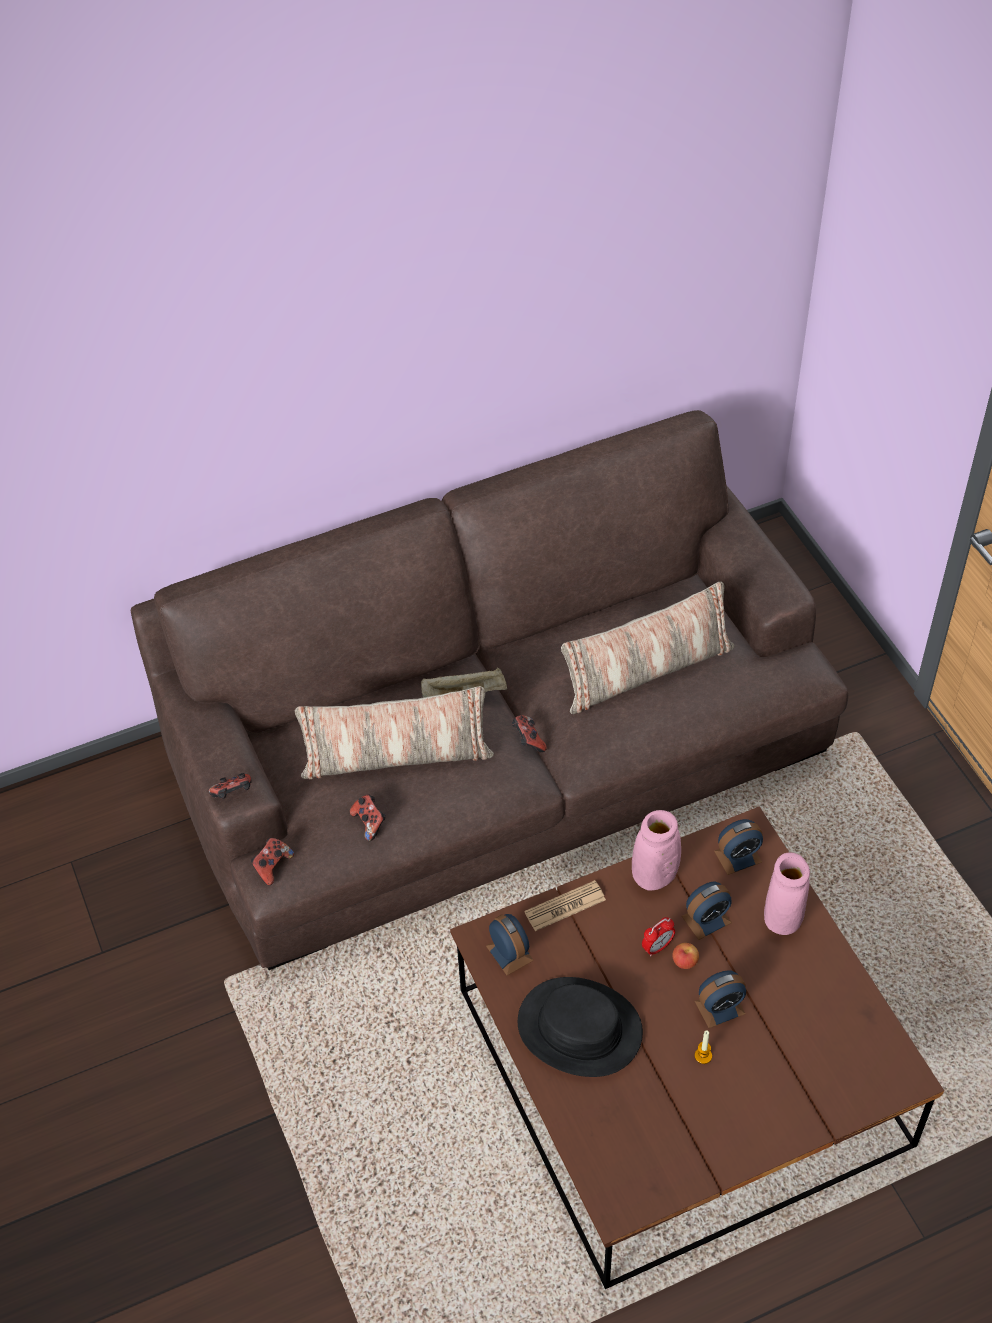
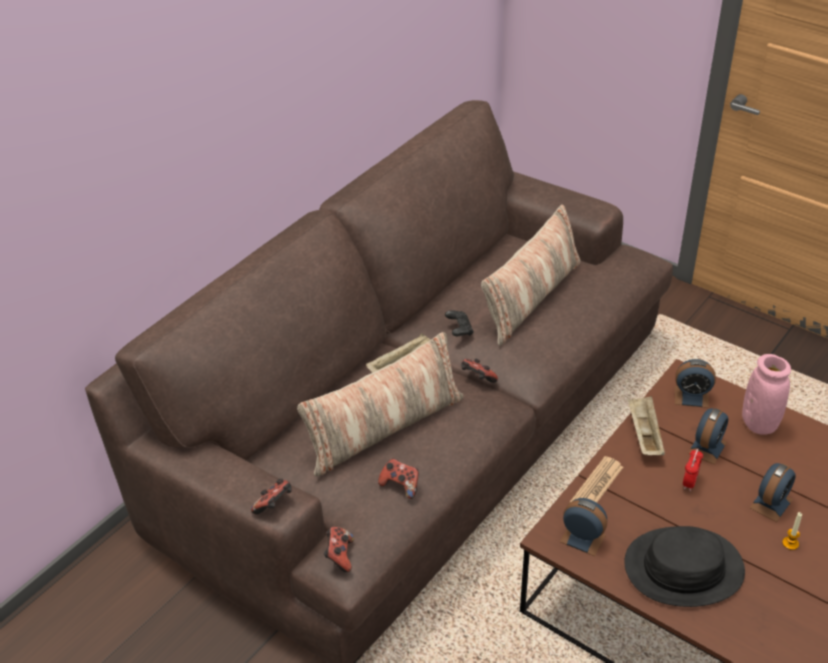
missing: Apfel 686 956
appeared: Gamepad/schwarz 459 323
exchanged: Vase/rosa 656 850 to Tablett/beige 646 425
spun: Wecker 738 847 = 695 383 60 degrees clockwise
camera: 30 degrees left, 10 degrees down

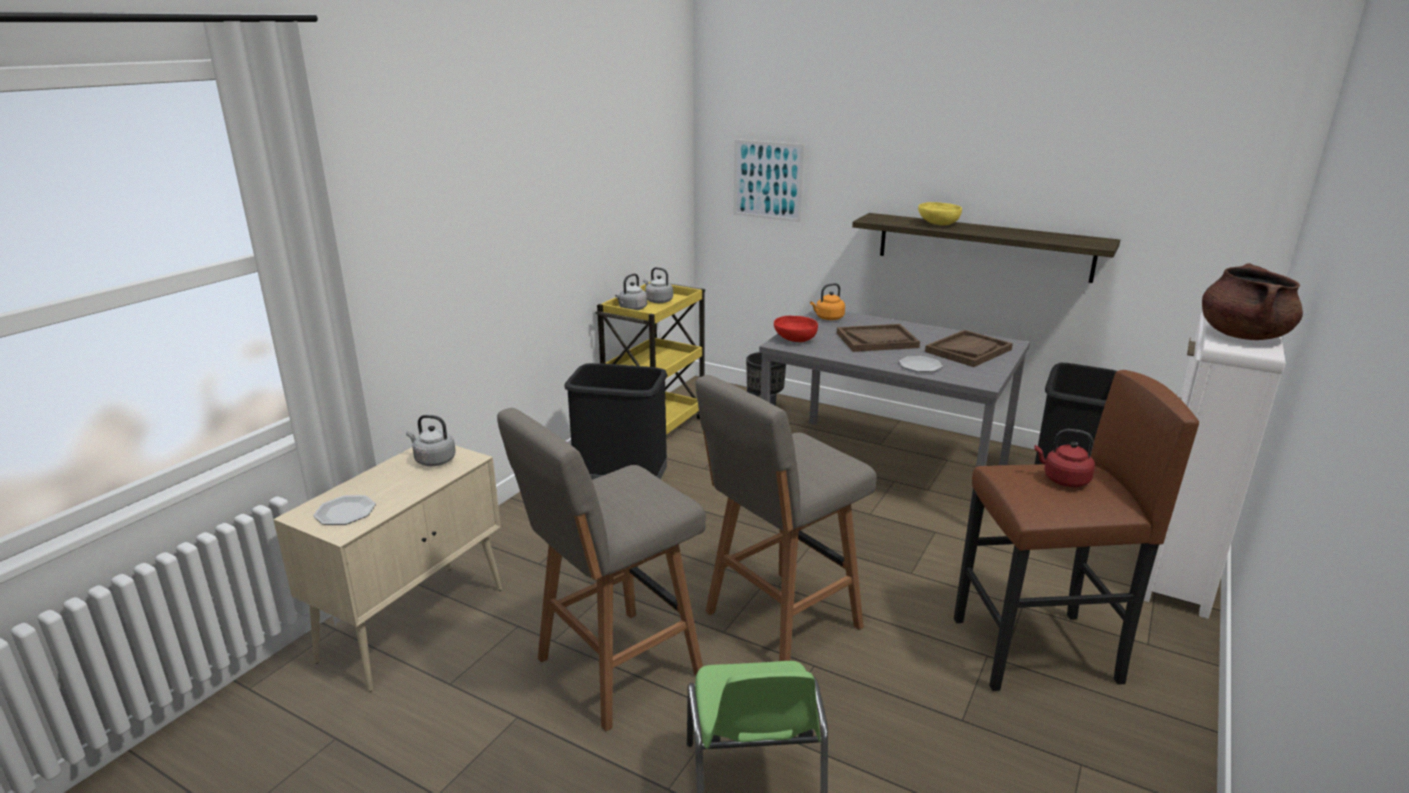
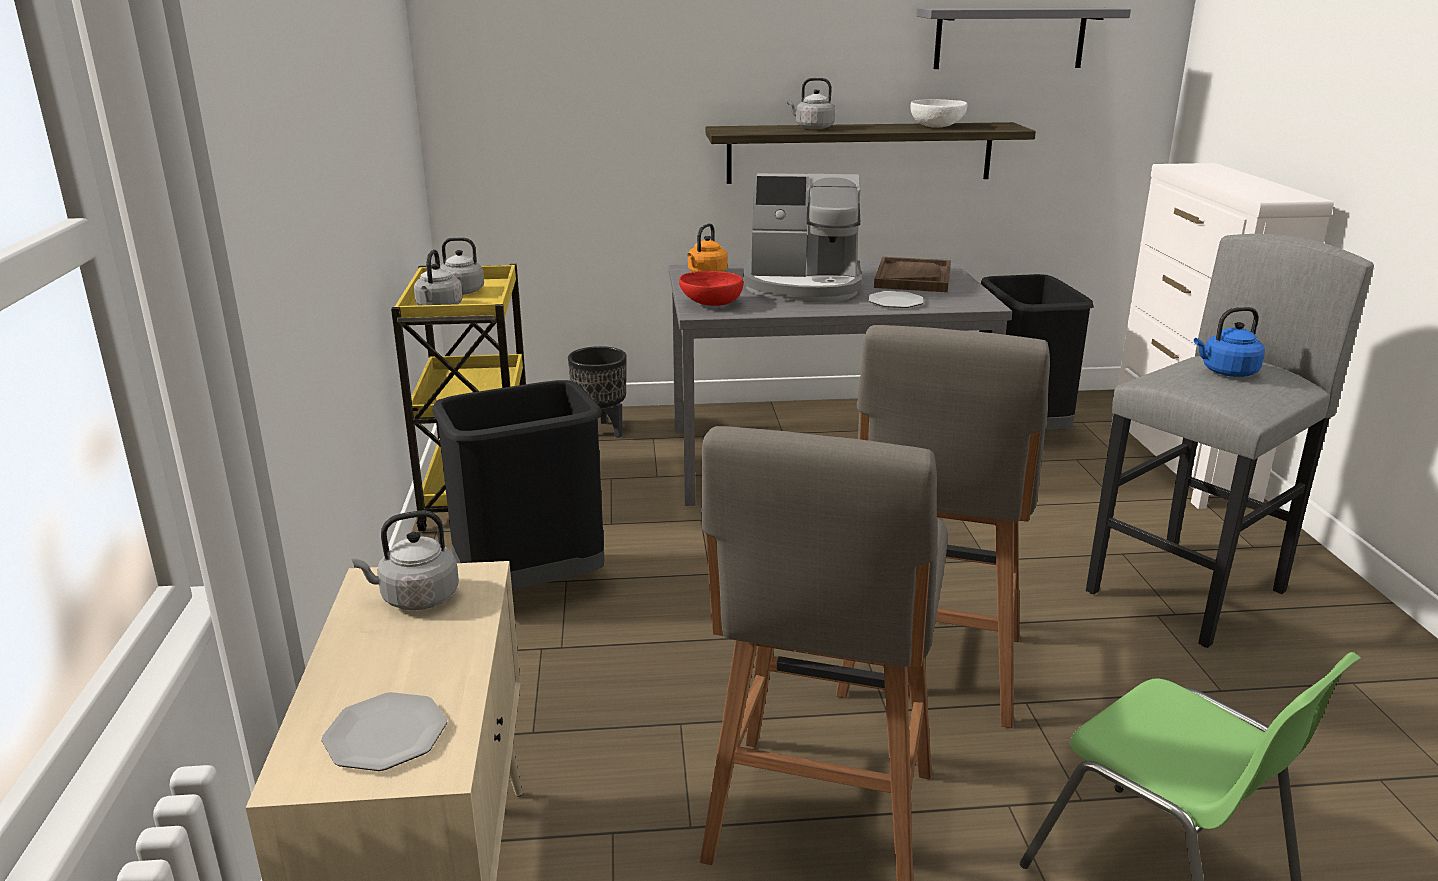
missing: Bild 769 180; Kochtopf/braun 1252 301
appeared: Schüssel/weiß 939 113; Wandregal/grau 1023 38
exchanged: Tablett/braun 878 338 to Kaffeemaschine 802 237; Schüssel/gelb 940 213 to Wasserkessel/grau 811 103
colour: Hocker/braun 1076 530 to Hocker/grau 1230 441; Wasserkessel/rot 1064 458 to Wasserkessel/blau 1229 342
camera: 35 degrees left, 0 degrees up

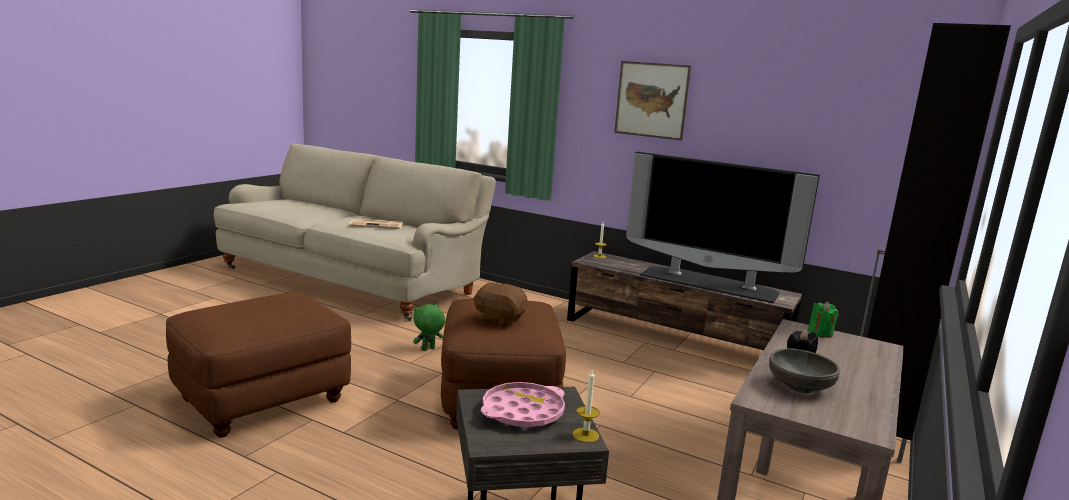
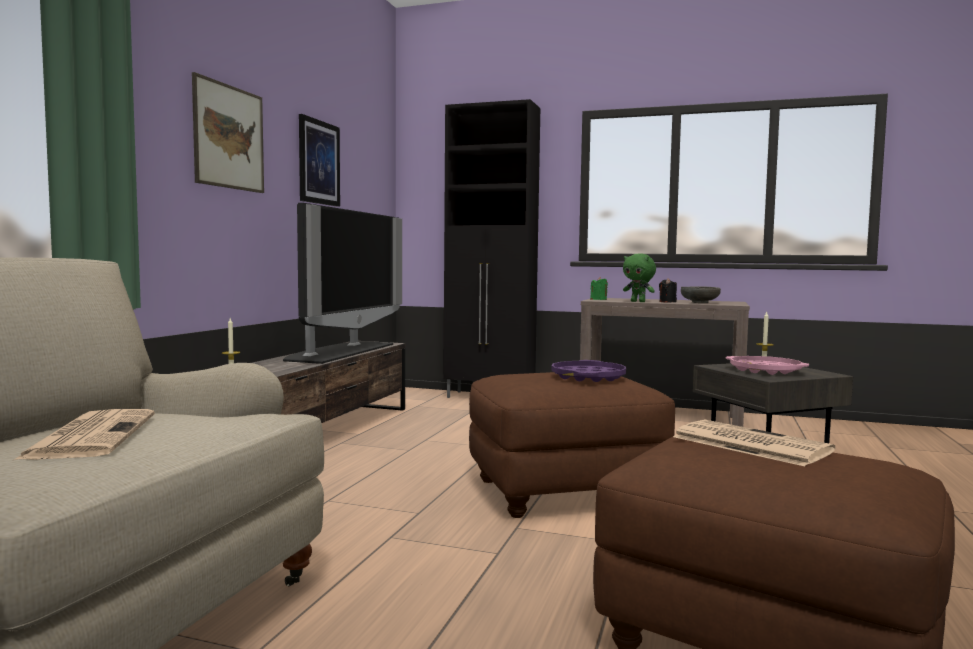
appeared: Bild 319 160; Zeitung 754 443
relocated: Plüschtier/grün 429 327 to 639 277
exchanged: Plüschtier/braun 500 305 to Tablett/lila 588 371
camera: 100 degrees left, 10 degrees down

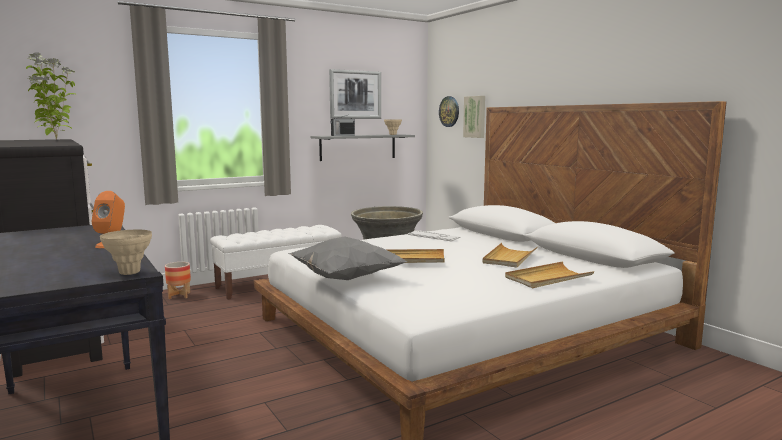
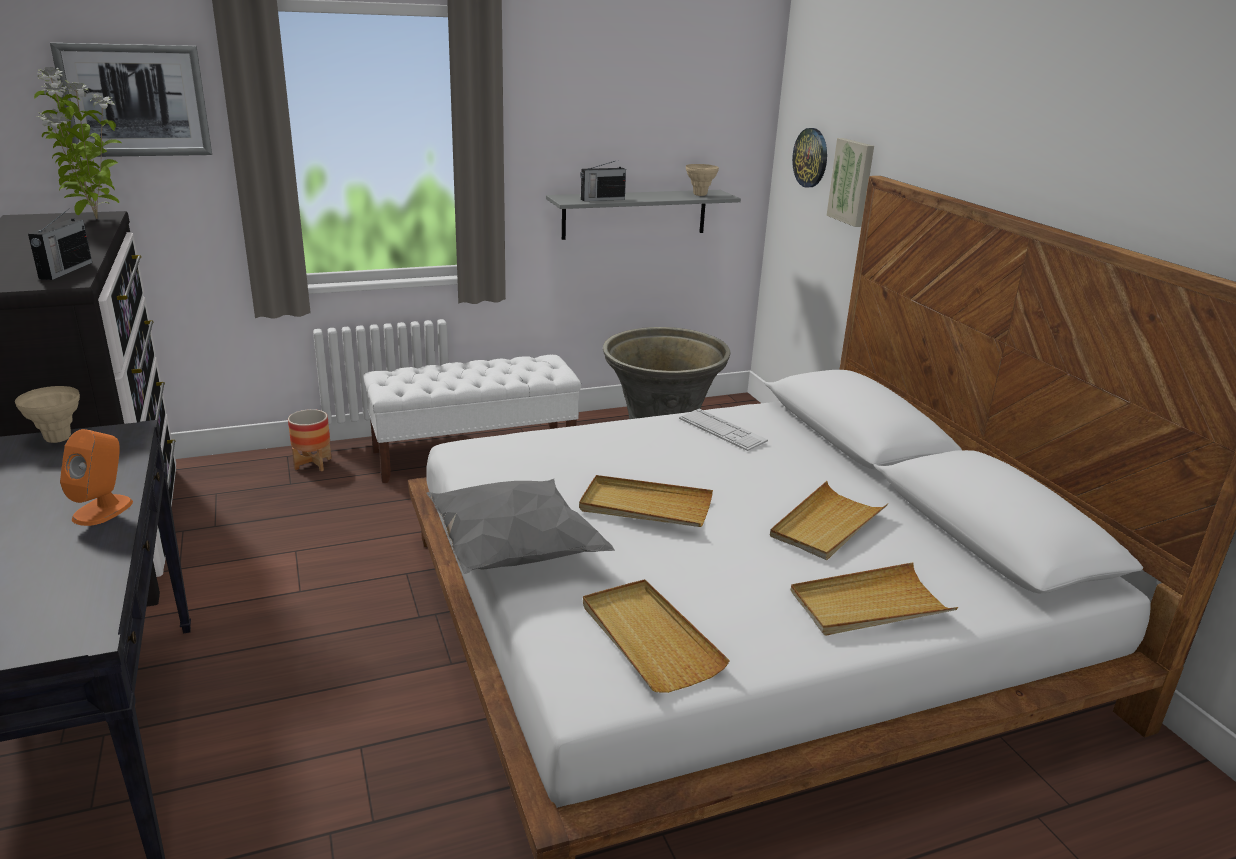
appeared: Radio 60 245; Tablett/beige 656 636
relocated: Vase/beige 126 252 to 47 414; Bild 355 94 to 131 100
camera: 10 degrees right, 15 degrees up

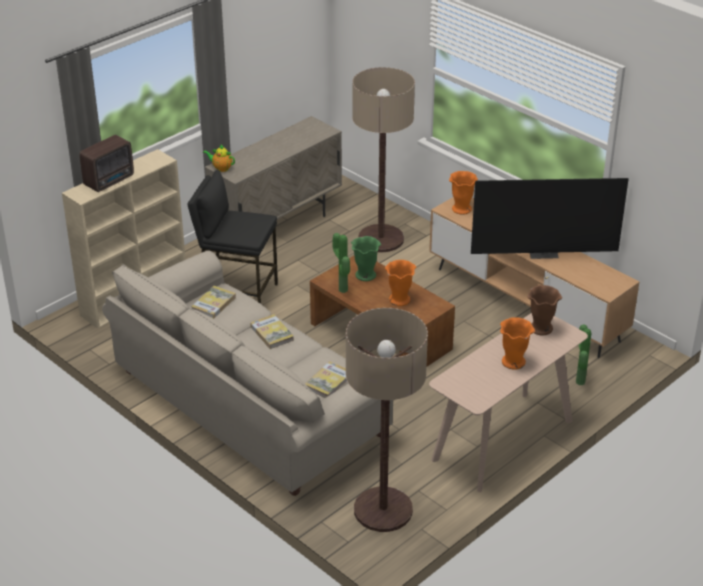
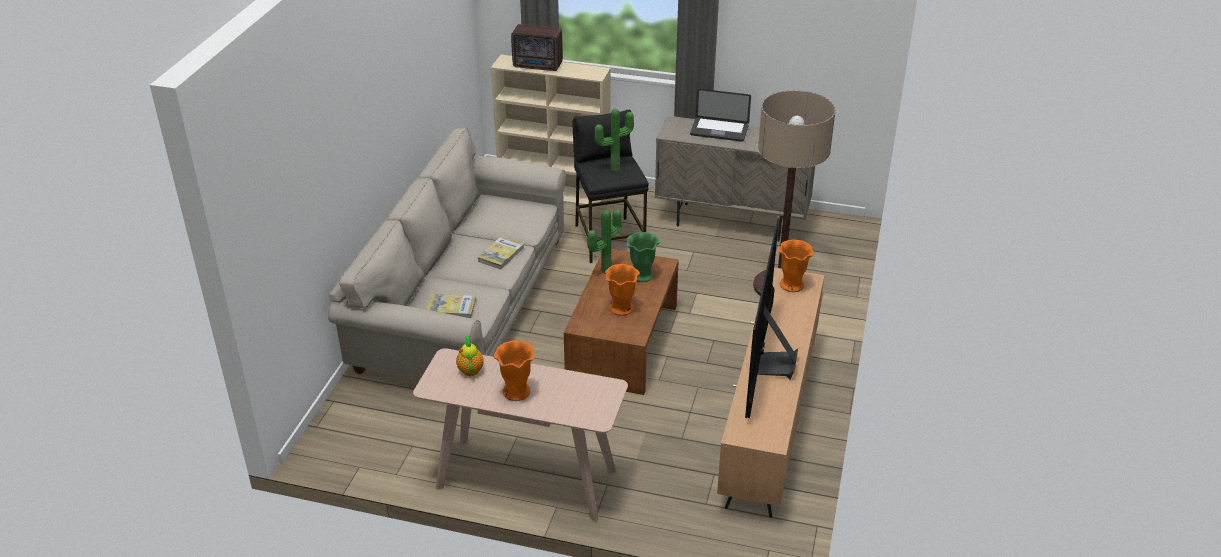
missing: Buch 213 302; Stehlampe 387 420; Vase/braun 544 310
appeared: Laptop 720 115
relocated: Teekanne 219 158 to 470 356; Topfpflanze 583 355 to 614 140
spun: Fernseher 550 218 = 771 318 45 degrees clockwise
camera: 60 degrees right, 0 degrees up

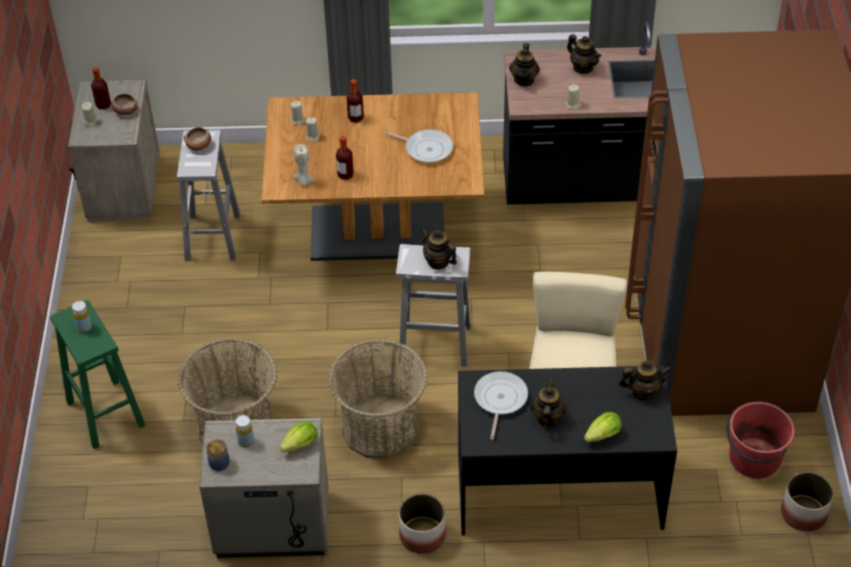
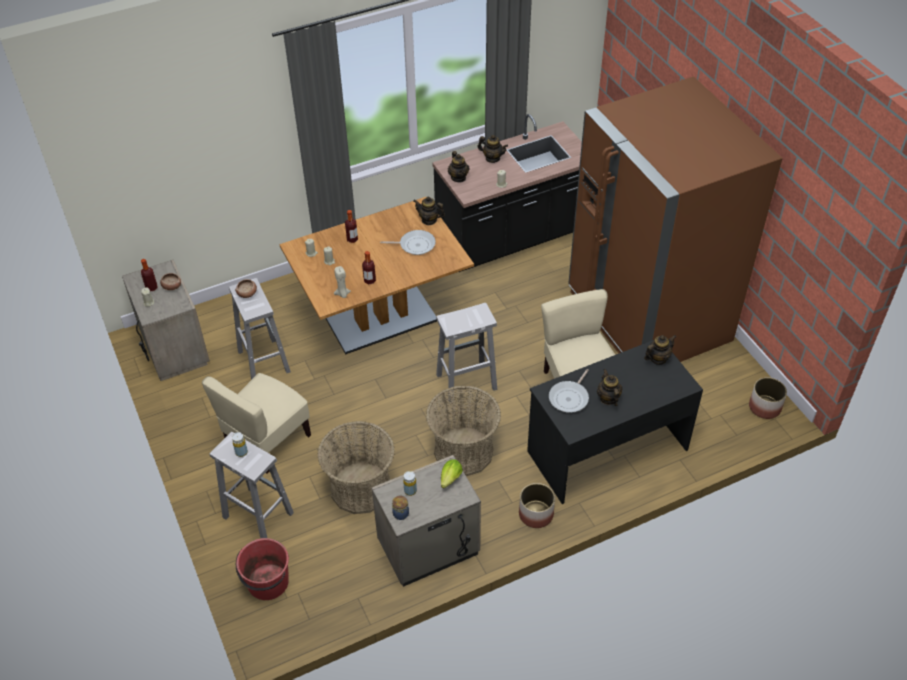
missing: Salatkopf 603 427
appeared: Stuhl/beige 256 423
relocated: Eimer/rot 760 440 to 262 569; Teekanne 438 249 to 429 211
colour: Hocker/grün 98 374 to Hocker/weiß 251 485
spun: Pfanne 501 405 = 569 391 135 degrees counterclockwise
camera: 25 degrees left, 0 degrees up

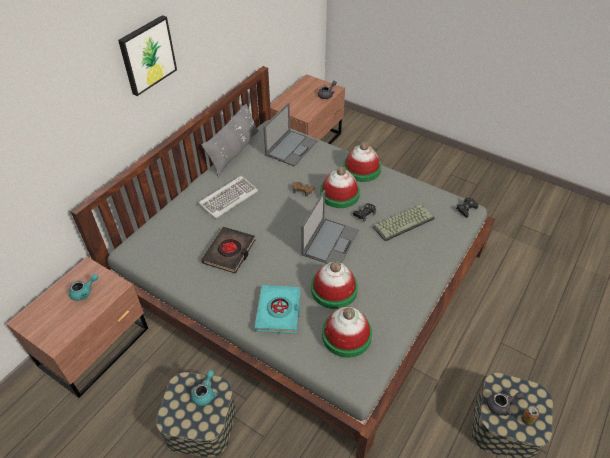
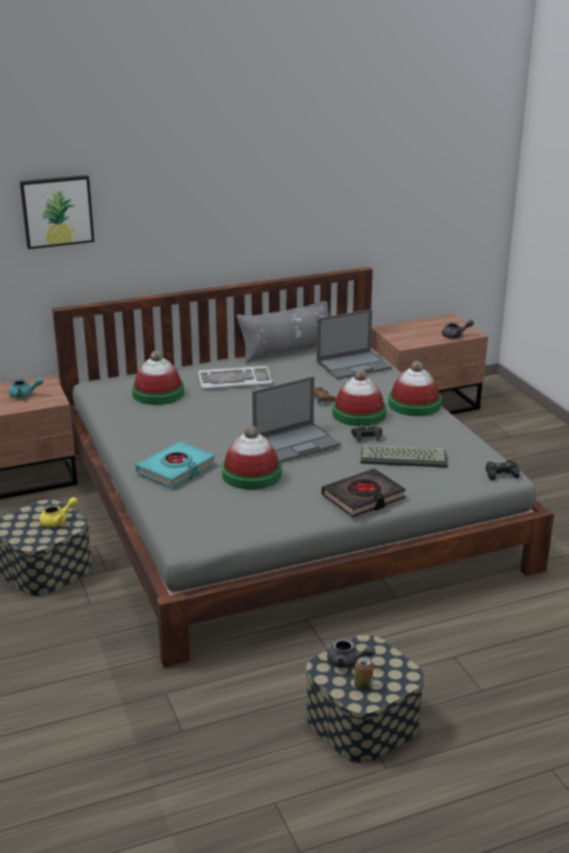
relocated: Bild 147 55 to 57 212; Hut 347 332 to 158 378; Buch/schwarz 228 250 to 363 493
colour: Teekanne/türkis 204 388 to Teekanne/gelb 58 512
camera: 35 degrees right, 20 degrees down

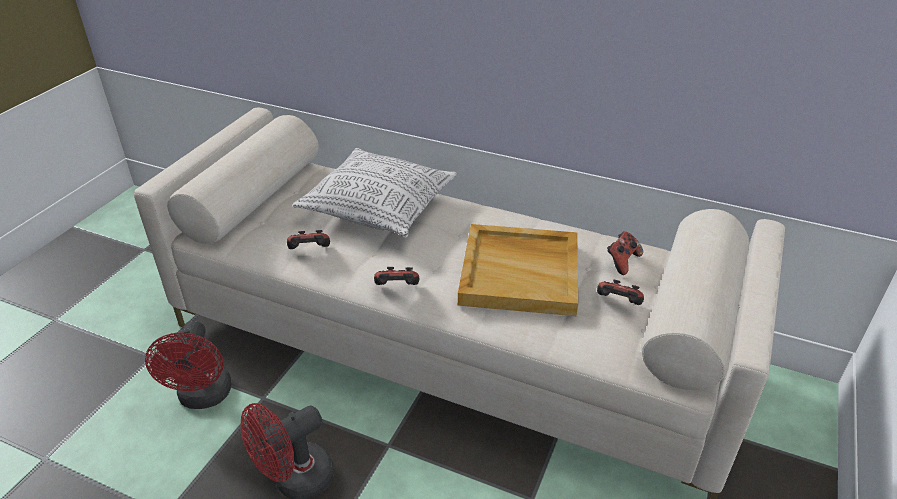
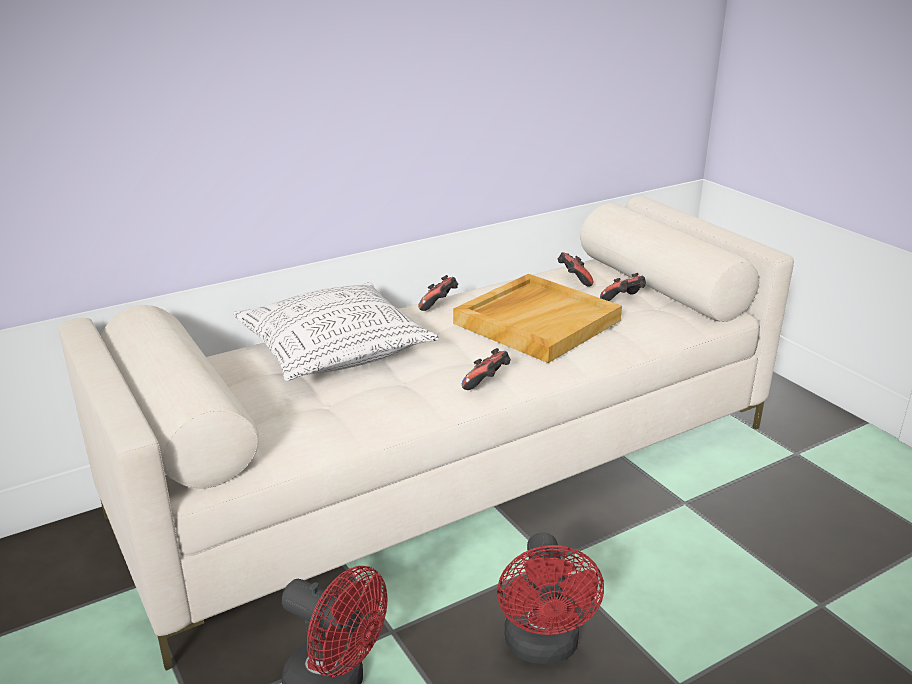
relocated: Gamepad 308 239 to 438 293
camera: 55 degrees left, 10 degrees down

